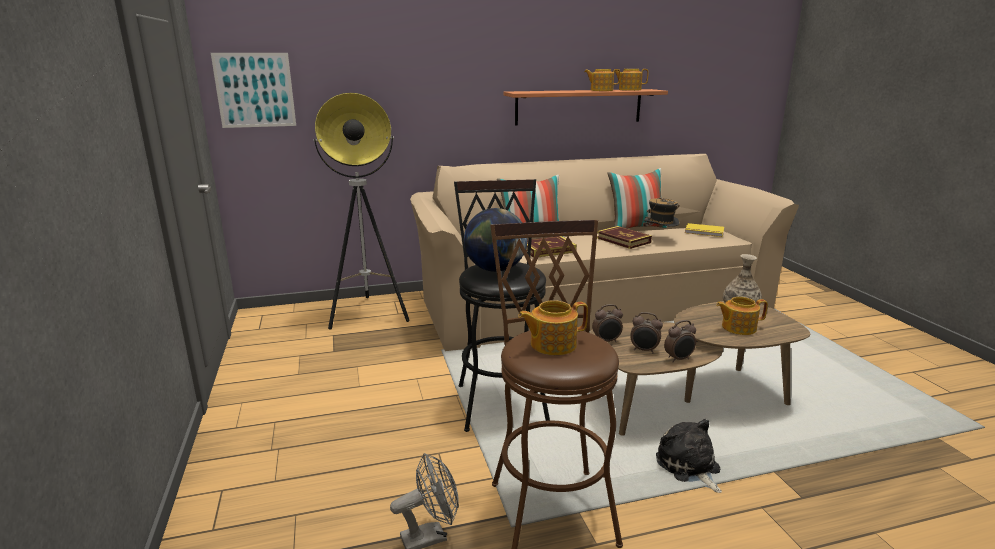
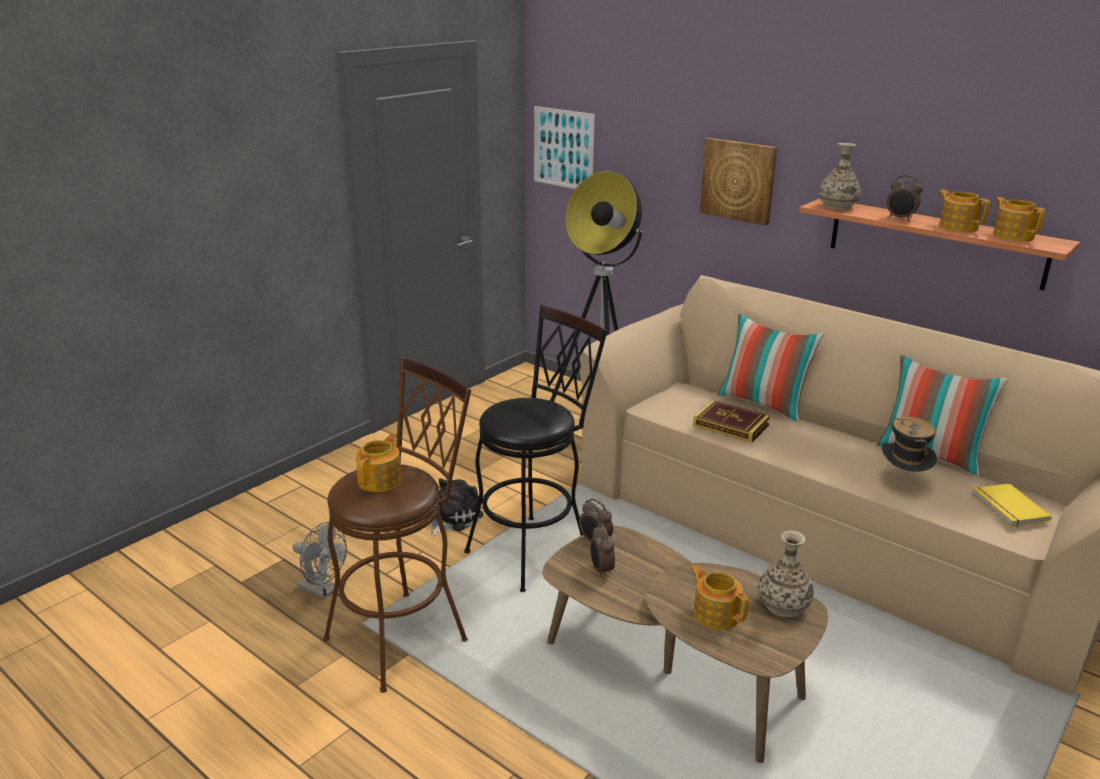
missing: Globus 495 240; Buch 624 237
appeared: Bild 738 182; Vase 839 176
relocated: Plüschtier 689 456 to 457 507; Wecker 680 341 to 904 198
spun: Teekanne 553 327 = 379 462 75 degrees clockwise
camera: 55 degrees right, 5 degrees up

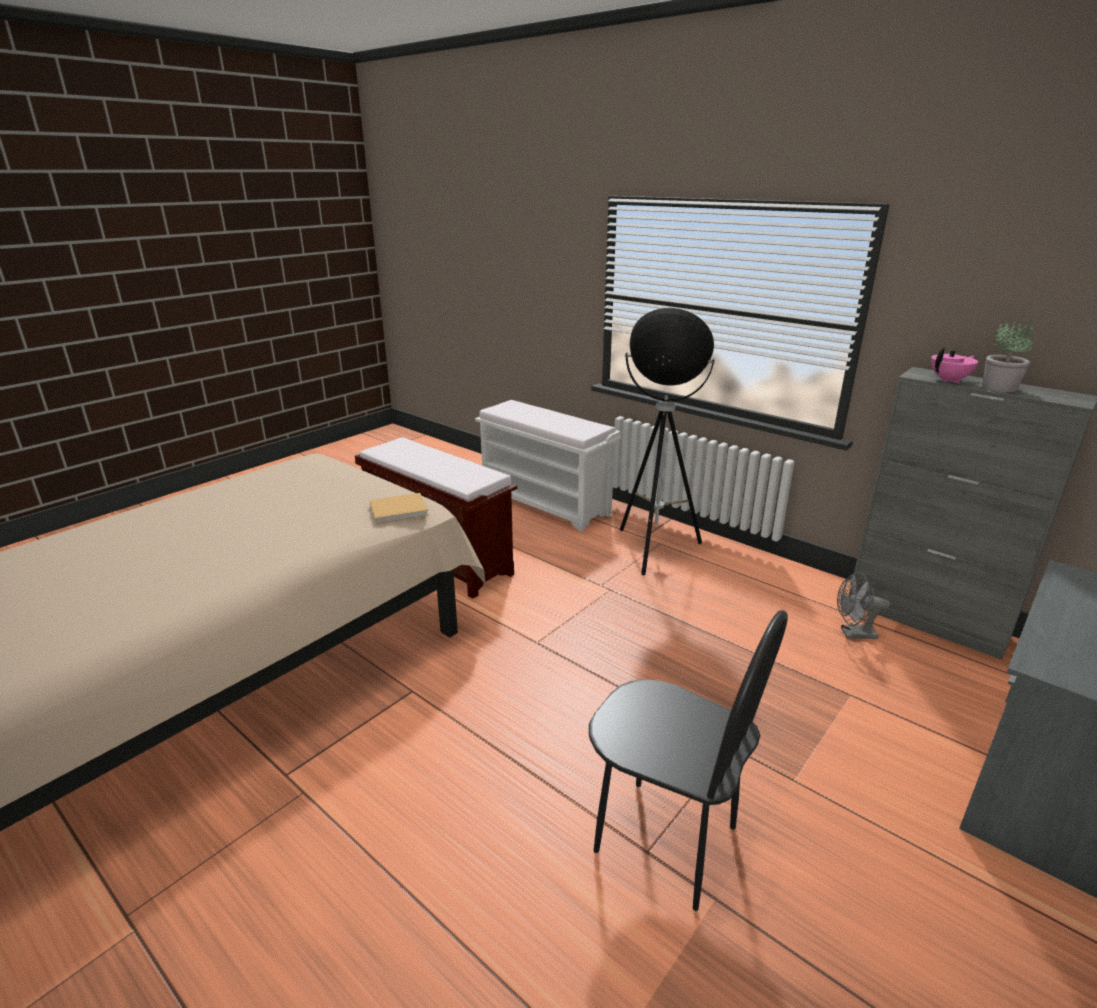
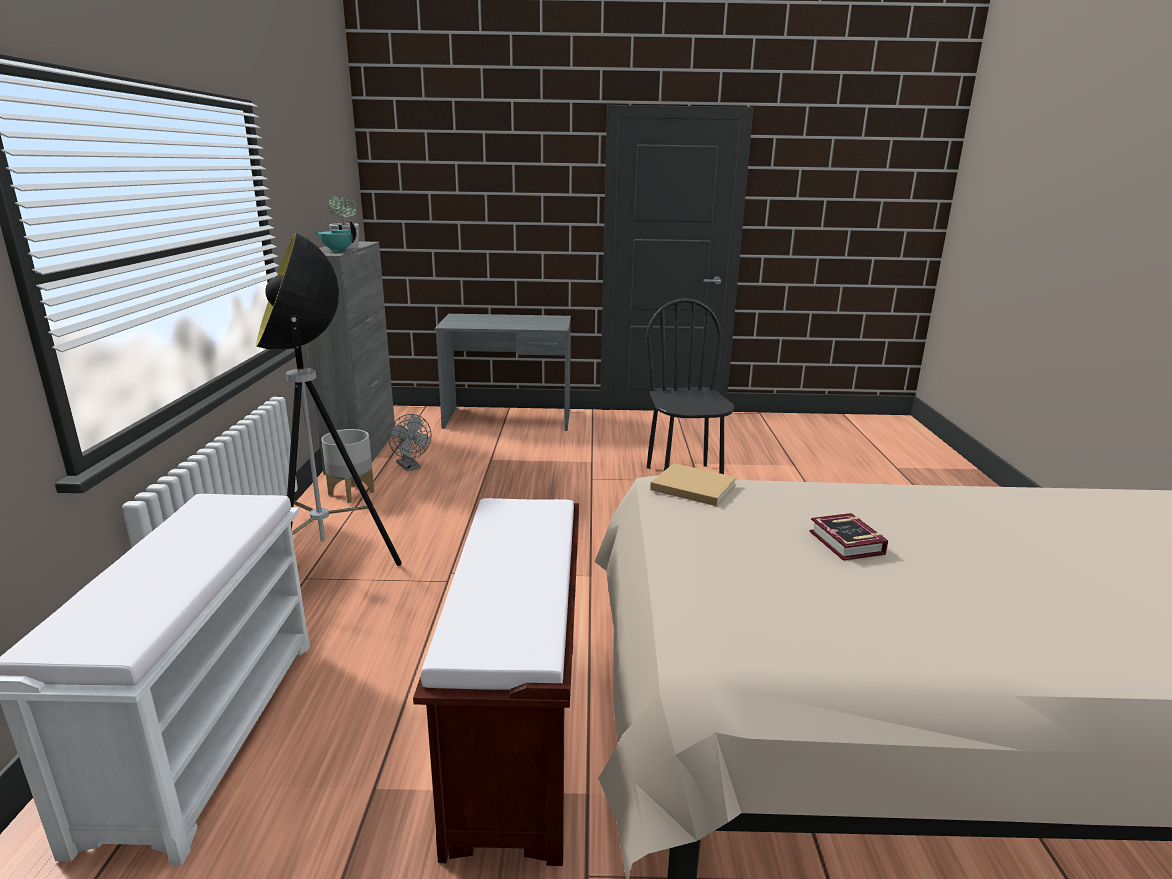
appeared: Pflanzkübel/grau 348 466; Buch 848 537
colour: Teekanne/rosa 954 365 to Teekanne/türkis 336 236
camera: 130 degrees left, 5 degrees down

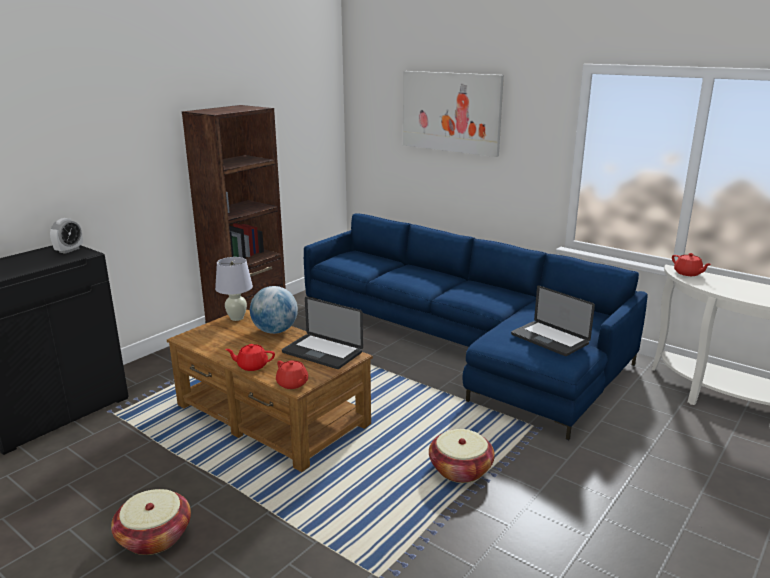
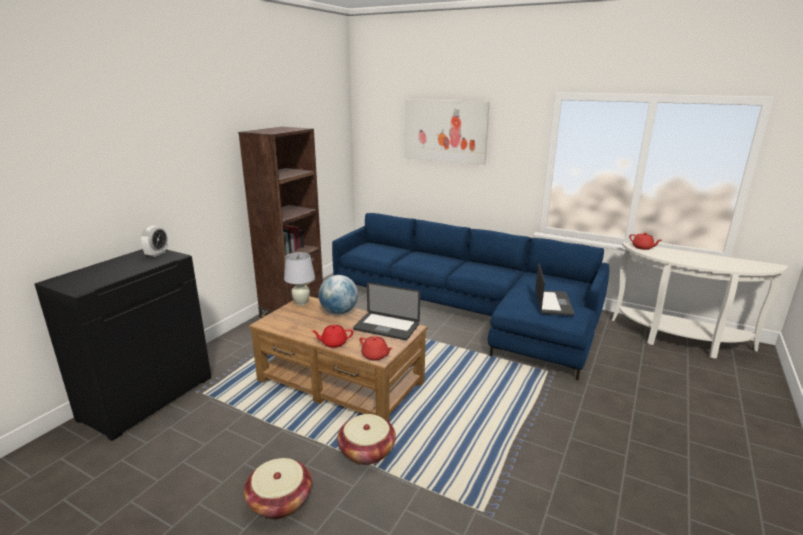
relocated: Korb 462 456 to 366 439
spun: Laptop 553 320 = 555 289 120 degrees counterclockwise
camera: 10 degrees left, 0 degrees up

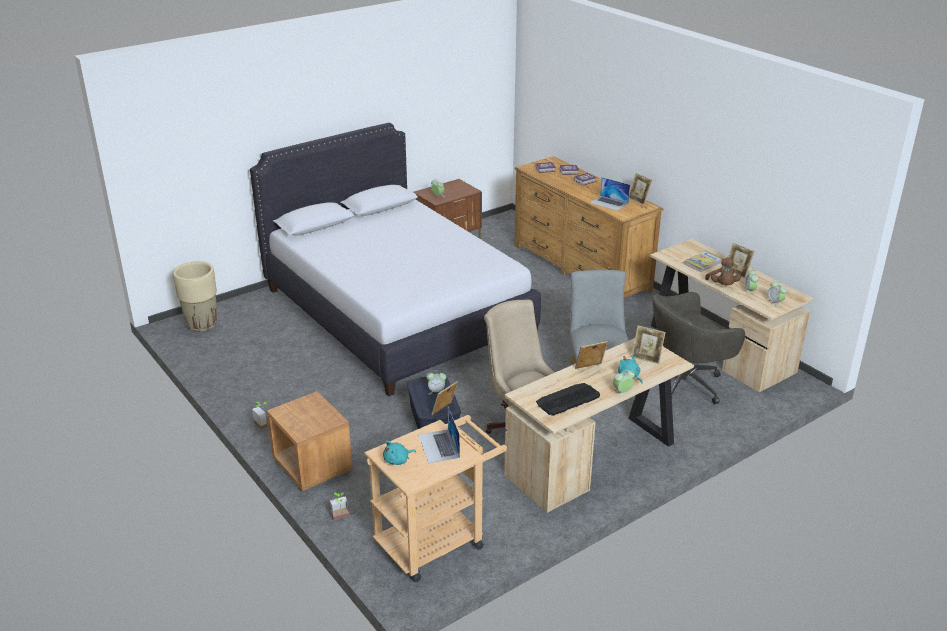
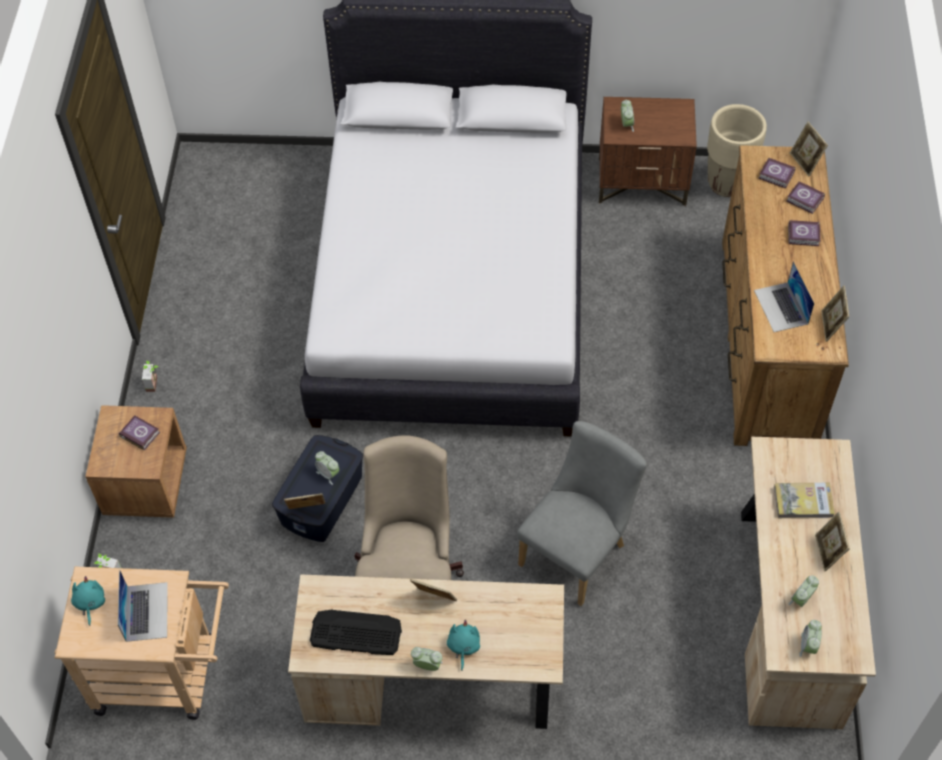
missing: Bürostuhl/grau 699 348; Plüschtier/braun 723 271
appeared: Buch 139 433
relocated: Pflanzkübel/beige 195 296 to 737 150; Bilderrahmen 648 344 to 809 148
spun: Plüschtier/türkis 399 453 = 88 601 75 degrees clockwise; Laptop 439 435 = 143 605 150 degrees clockwise
camera: 40 degrees right, 25 degrees up

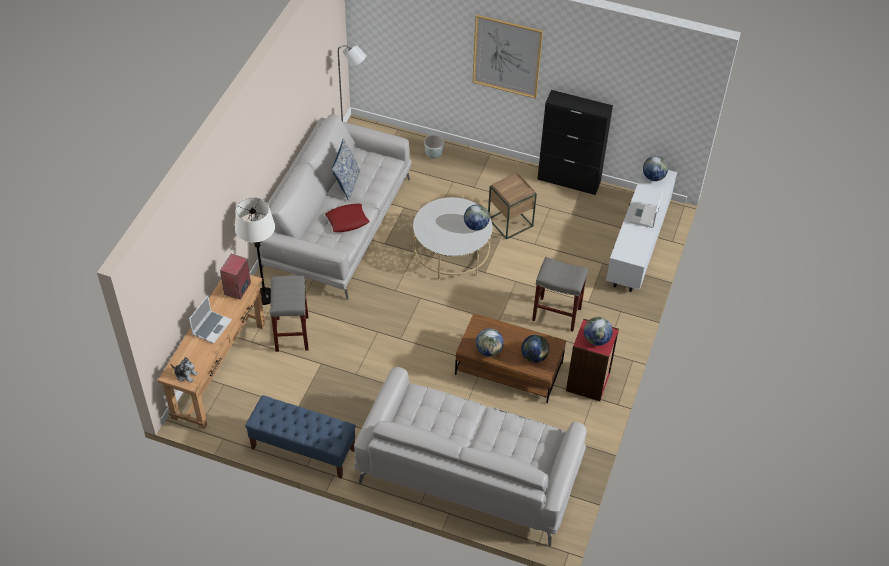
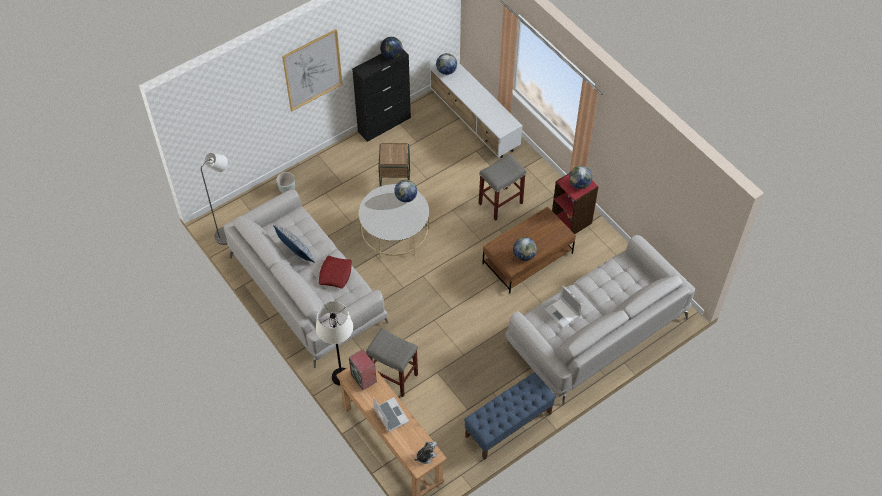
relocated: Globus 535 349 to 391 48; Laptop 646 209 to 563 307
camera: 55 degrees left, 5 degrees up

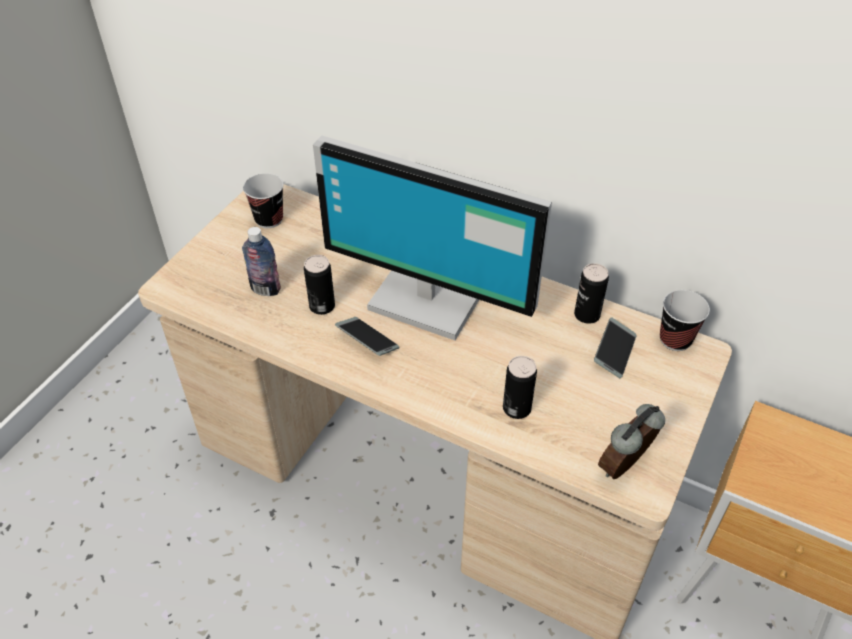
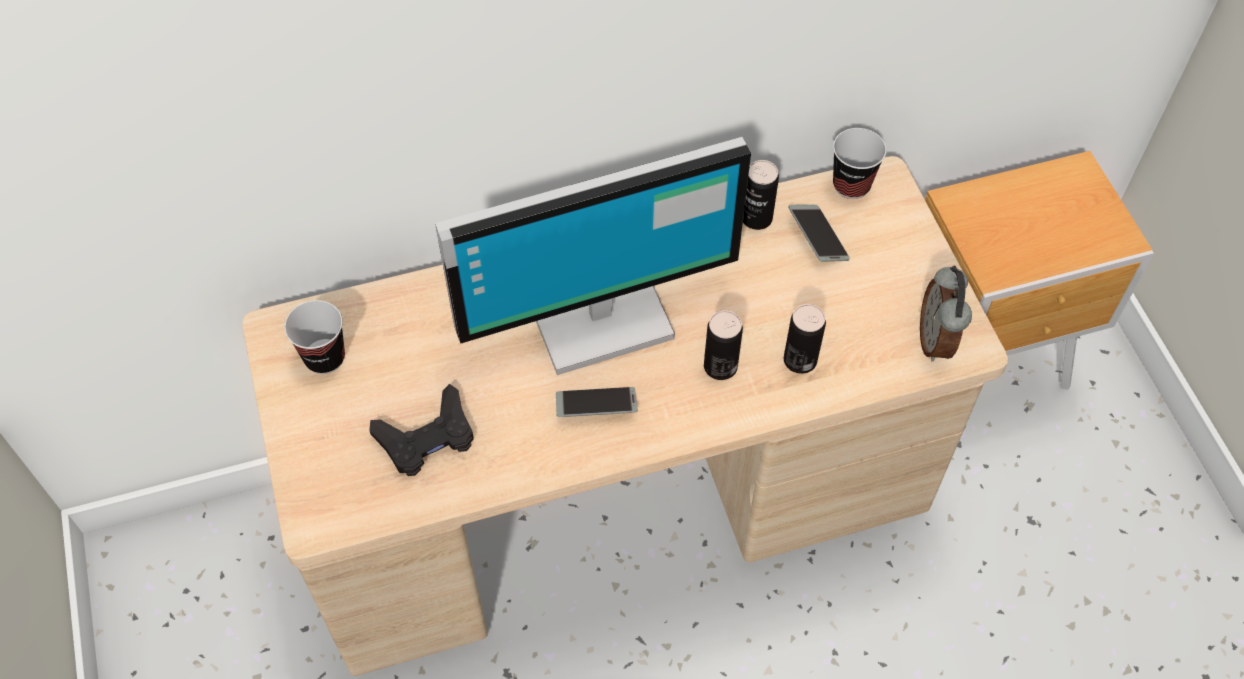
relocated: Dose 319 285 to 723 345
exchanged: Flasche 261 261 to Gamepad/schwarz 421 430
camera: 45 degrees left, 10 degrees up

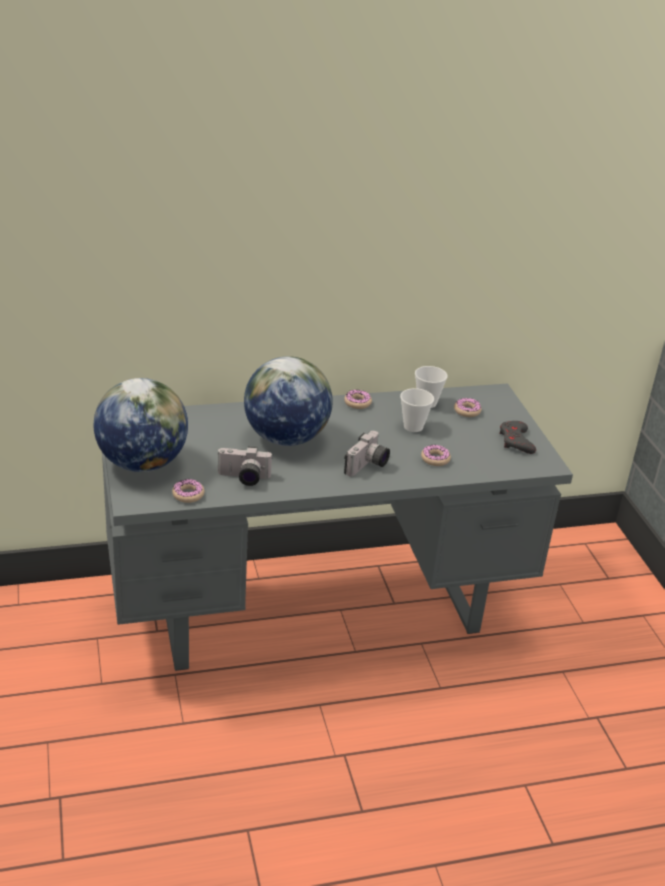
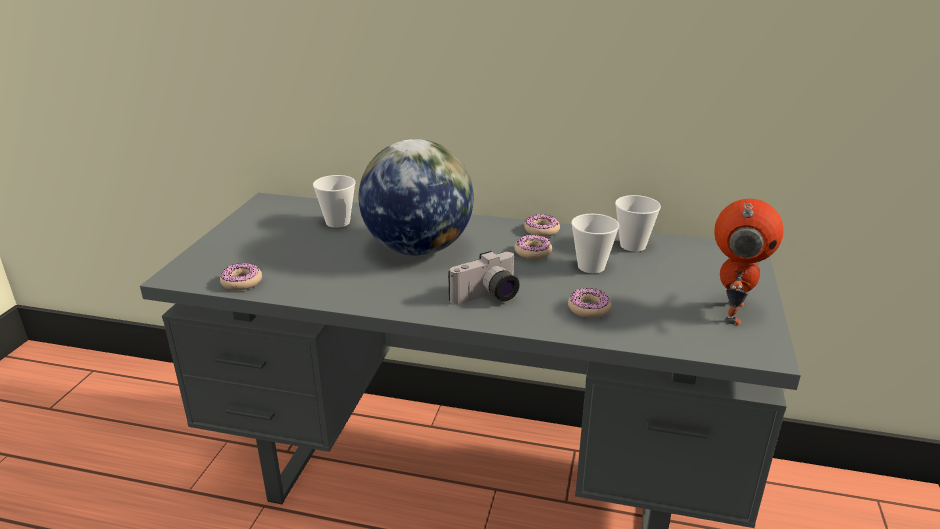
missing: Globus 141 425; Kamera 245 466
appeared: Tasse 334 201
relocated: Donut 468 407 to 533 247
exchanged: Gamepad/grau 518 437 to Spielzeugroboter 749 261
camera: 30 degrees right, 5 degrees down

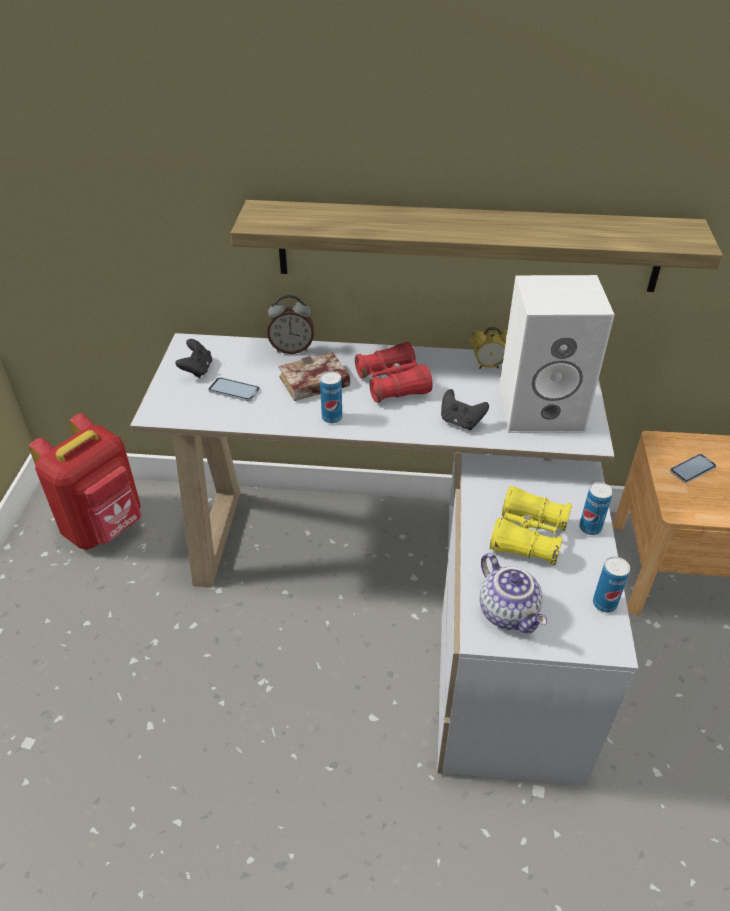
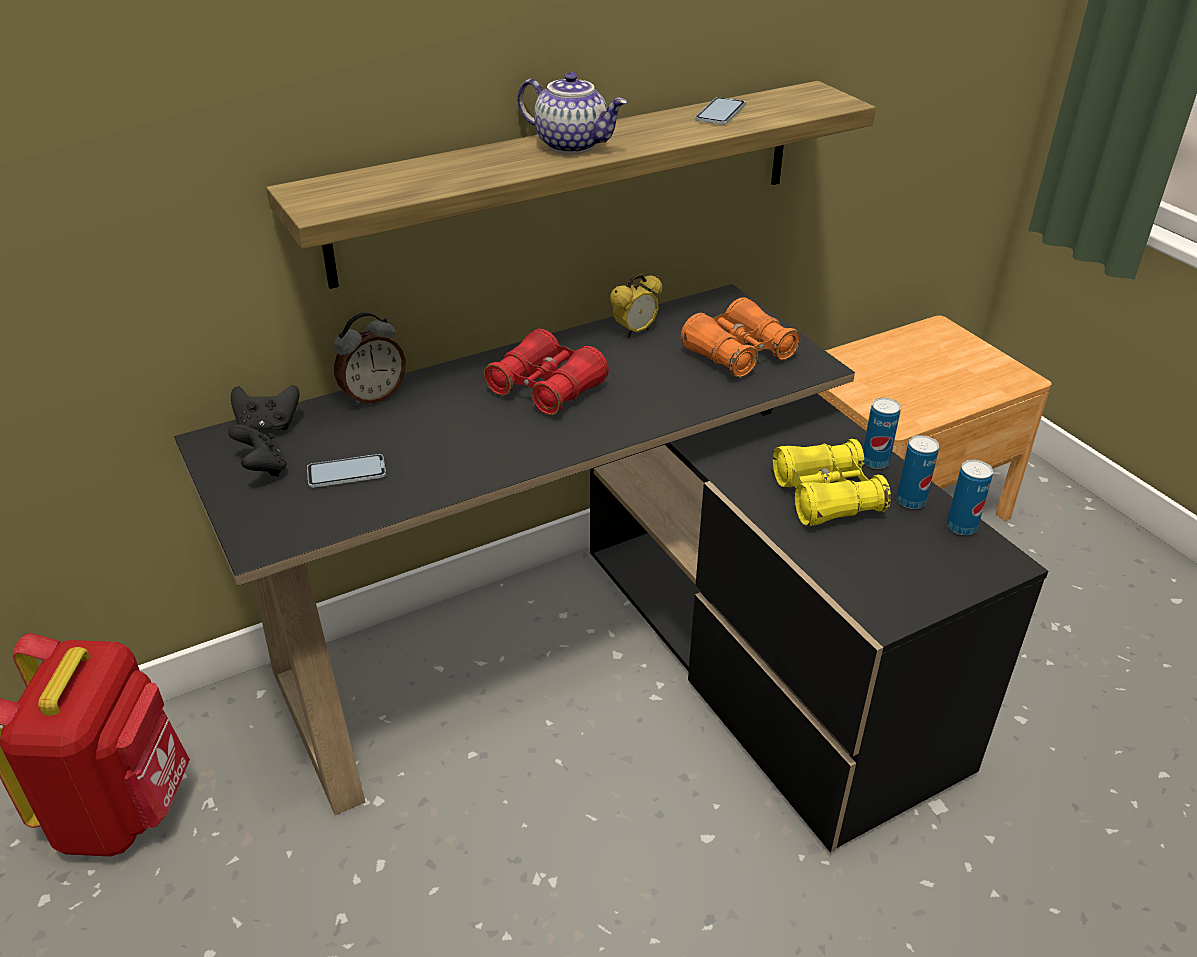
missing: Buch 314 376
relocated: Gamepad/schwarz 465 409 to 265 407; Teekanne 513 593 to 572 113; Handy 693 468 to 720 111; Dose 331 397 to 917 472
exchanged: Lautsprecher/weiß 557 354 to Fernglas/orange 741 337
colour: Schreibtisch/weiß 384 559 to Schreibtisch/schwarz 611 568
camera: 35 degrees left, 5 degrees down

